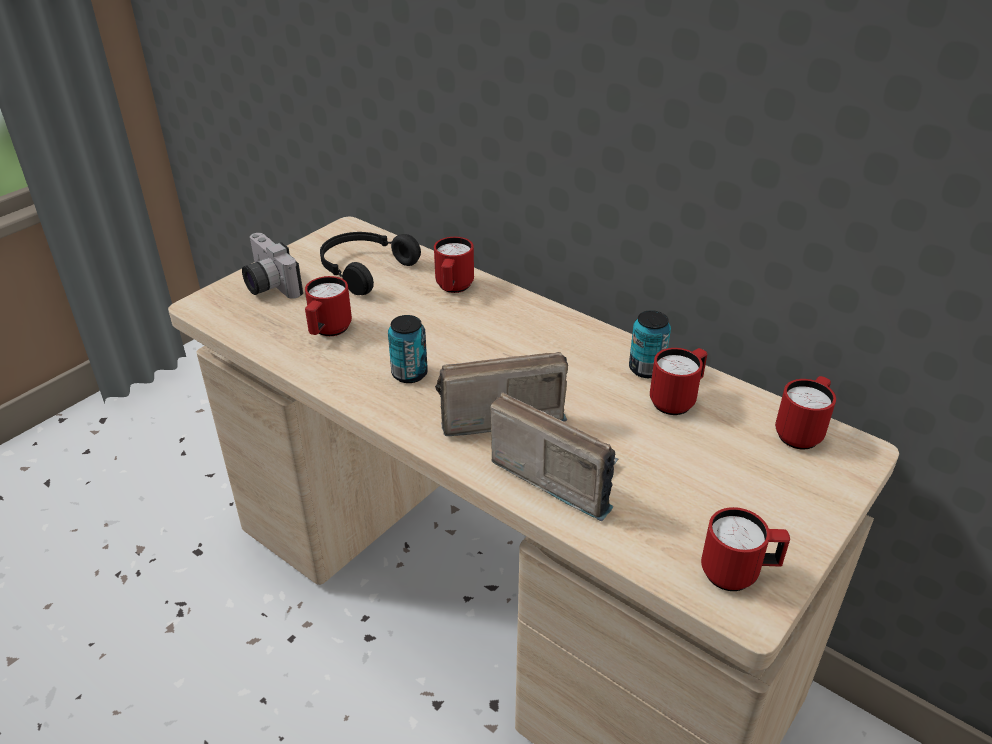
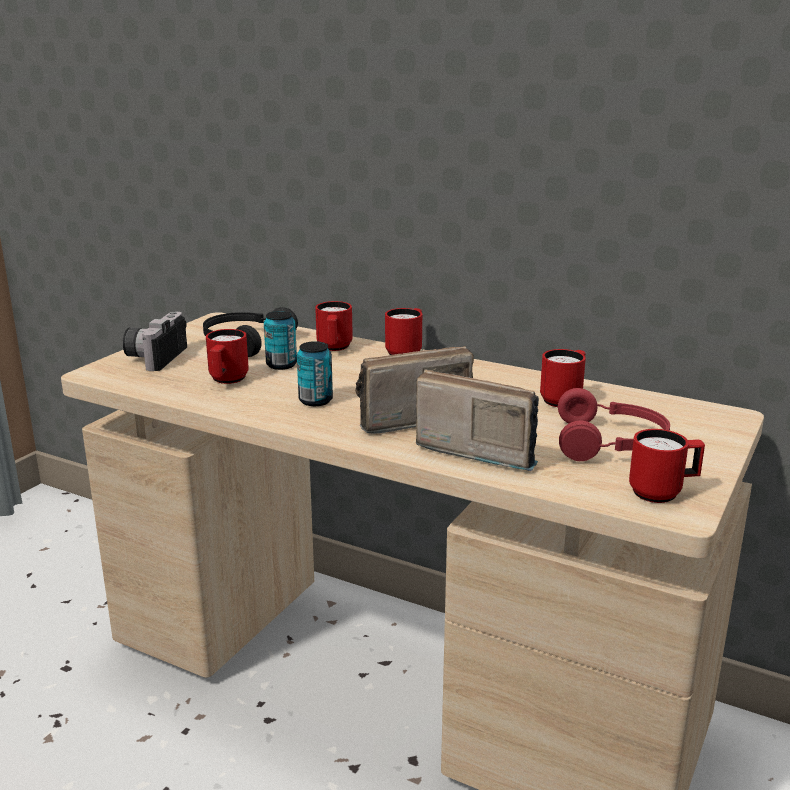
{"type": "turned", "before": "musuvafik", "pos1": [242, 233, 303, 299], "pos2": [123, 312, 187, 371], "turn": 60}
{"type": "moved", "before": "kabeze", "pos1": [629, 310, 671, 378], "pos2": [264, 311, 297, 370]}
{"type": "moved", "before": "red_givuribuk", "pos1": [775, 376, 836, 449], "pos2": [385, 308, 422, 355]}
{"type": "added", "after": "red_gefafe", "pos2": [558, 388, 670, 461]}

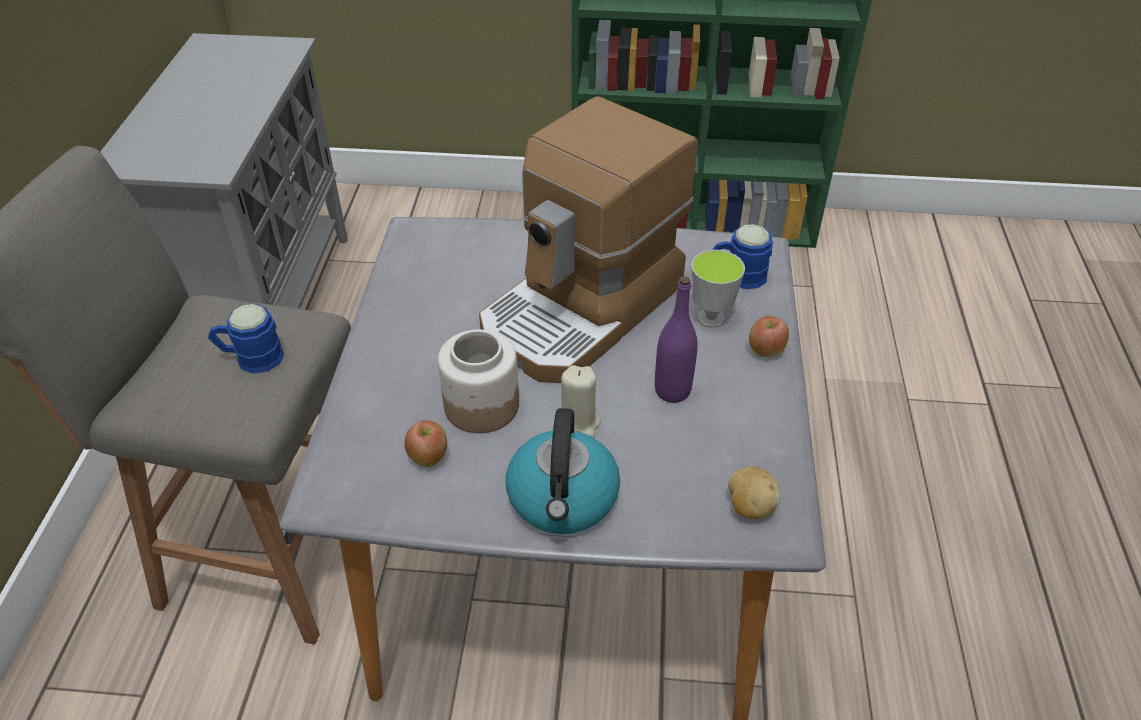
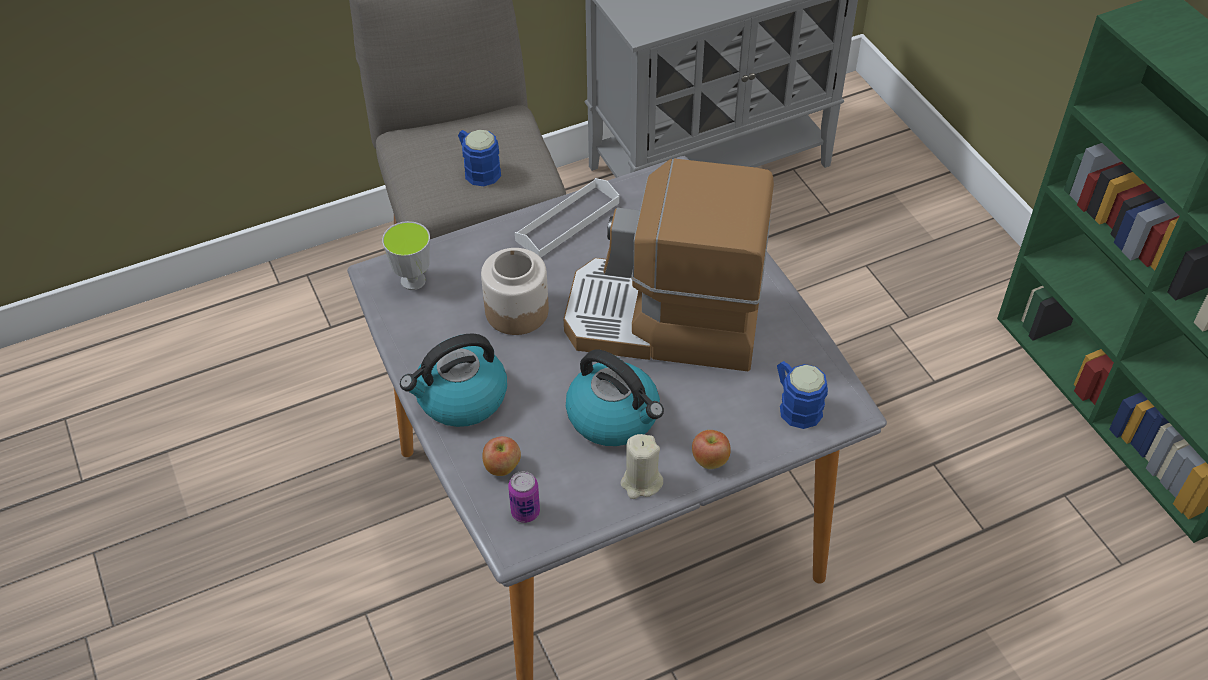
{"type": "moved", "before": "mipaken", "pos1": [691, 250, 745, 328], "pos2": [382, 221, 430, 290]}
{"type": "moved", "before": "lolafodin", "pos1": [405, 420, 447, 467], "pos2": [482, 436, 521, 476]}
{"type": "replaced", "before": "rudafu", "after": "kabeze", "pos1": [728, 467, 781, 519], "pos2": [508, 471, 540, 523]}
{"type": "added", "after": "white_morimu", "pos2": [515, 178, 619, 257]}
{"type": "replaced", "before": "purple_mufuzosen", "after": "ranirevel", "pos1": [655, 276, 698, 403], "pos2": [566, 350, 664, 446]}
{"type": "moved", "before": "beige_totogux", "pos1": [561, 365, 600, 437], "pos2": [620, 434, 663, 499]}

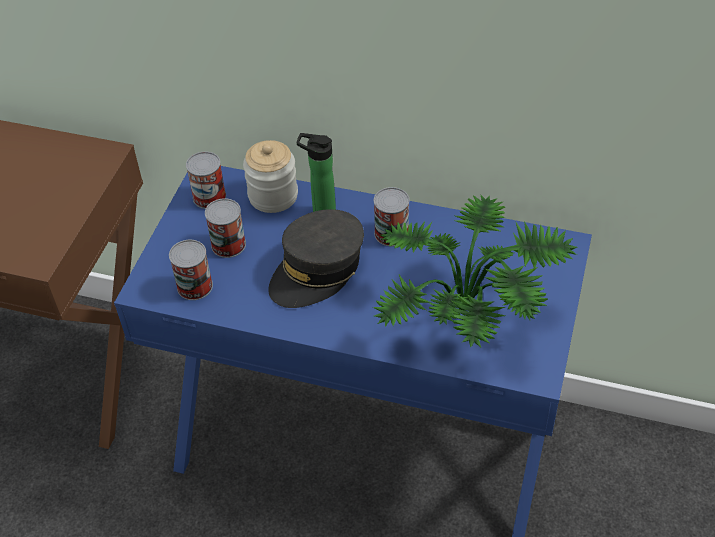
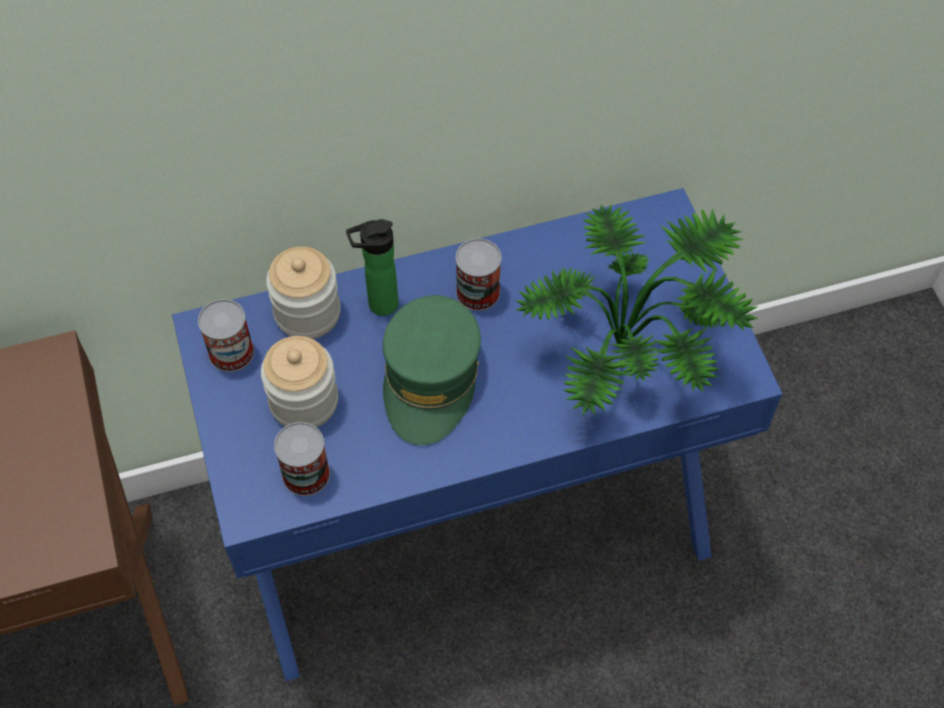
{"type": "replaced", "before": "kabeze", "after": "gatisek", "pos1": [205, 198, 246, 258], "pos2": [261, 336, 338, 427]}
{"type": "recoloured", "before": "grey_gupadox", "after": "green_gupadox", "pos1": [268, 209, 364, 308], "pos2": [383, 295, 481, 445]}

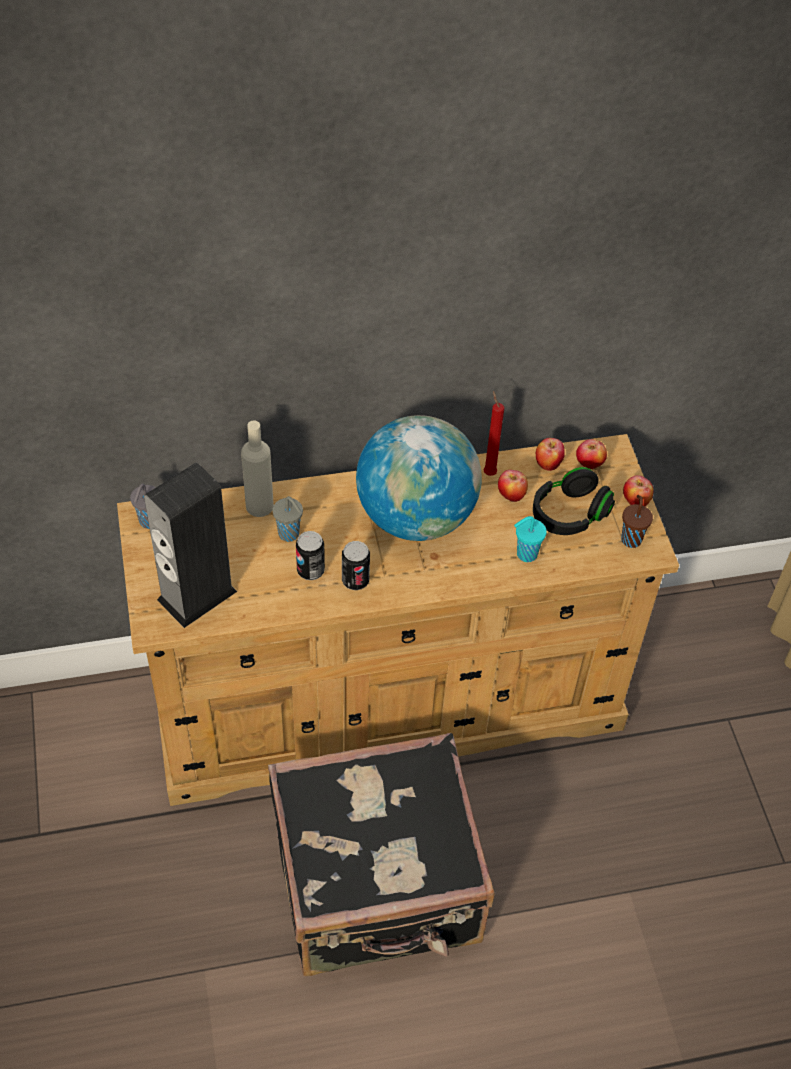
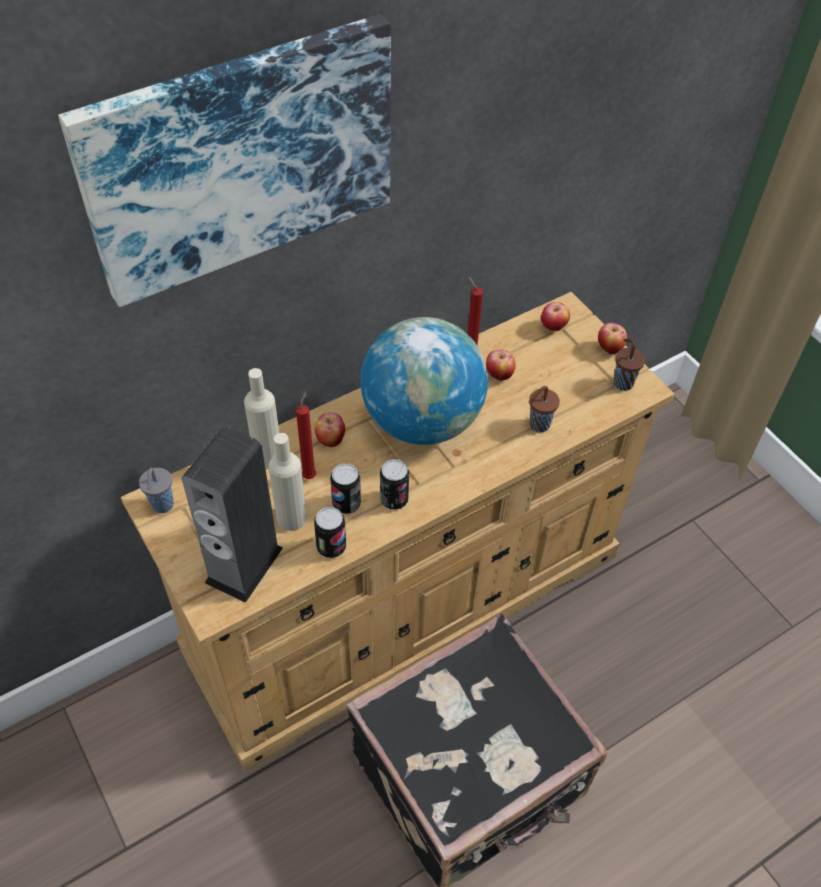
{"type": "added", "after": "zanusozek", "pos2": [58, 14, 391, 307]}
{"type": "added", "after": "beige_mufuzosen", "pos2": [269, 433, 307, 531]}
{"type": "replaced", "before": "grey_mipaken", "after": "red_totogux", "pos1": [272, 496, 303, 542], "pos2": [296, 391, 316, 479]}
{"type": "added", "after": "kabeze", "pos2": [314, 507, 346, 558]}
{"type": "moved", "before": "lolafodin", "pos1": [536, 438, 565, 471], "pos2": [315, 413, 345, 447]}
{"type": "recoloured", "before": "turquoise_mipaken", "after": "brown_mipaken", "pos1": [514, 516, 547, 562], "pos2": [529, 386, 560, 432]}
{"type": "removed", "before": "black_gefafe", "pos1": [533, 467, 615, 535]}

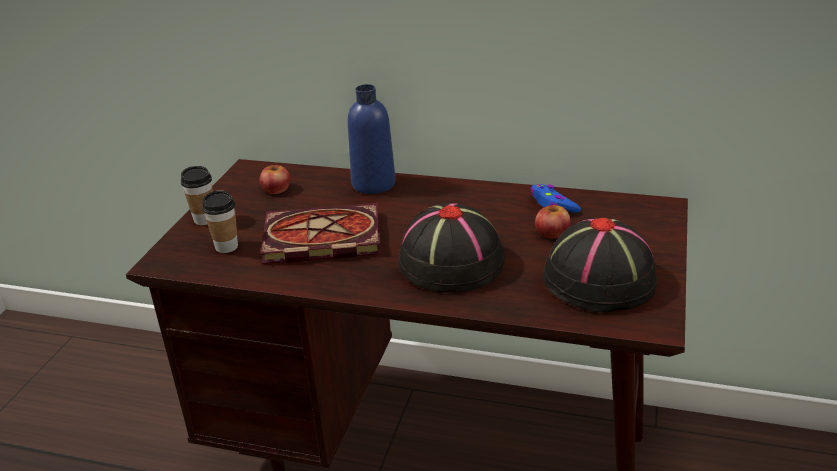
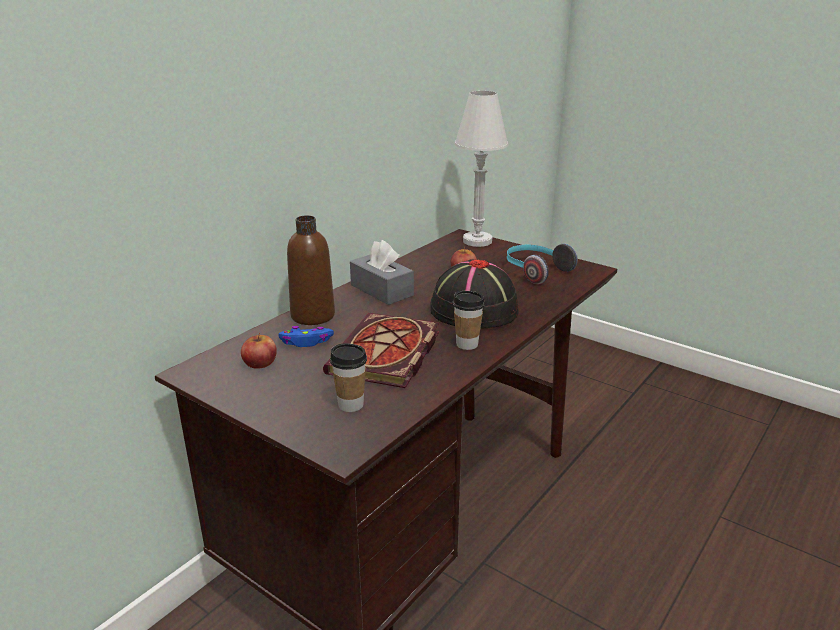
{"type": "moved", "before": "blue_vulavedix", "pos1": [530, 184, 581, 213], "pos2": [278, 326, 334, 347]}
{"type": "recoloured", "before": "blue_mufuzosen", "after": "brown_mufuzosen", "pos1": [348, 84, 396, 194], "pos2": [287, 215, 335, 325]}
{"type": "added", "after": "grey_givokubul", "pos2": [350, 240, 414, 305]}
{"type": "moved", "before": "mipaken", "pos1": [181, 166, 213, 225], "pos2": [453, 291, 485, 350]}
{"type": "added", "after": "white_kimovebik", "pos2": [455, 91, 508, 247]}
{"type": "replaced", "before": "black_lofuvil", "after": "gefafe", "pos1": [542, 217, 657, 312], "pos2": [507, 244, 578, 284]}

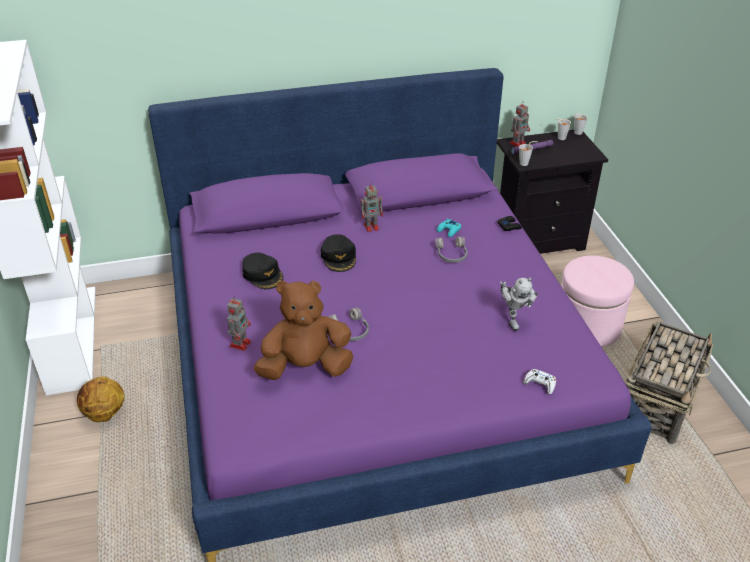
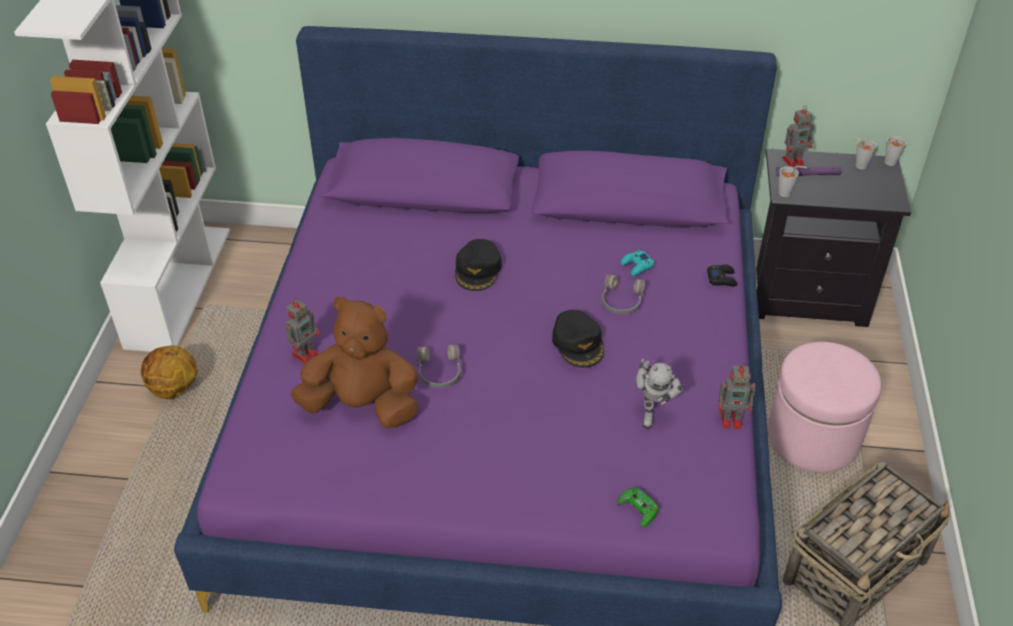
{"type": "moved", "before": "black_gupadox", "pos1": [242, 252, 283, 289], "pos2": [552, 310, 604, 368]}
{"type": "recoloured", "before": "white_vulavedix", "after": "green_vulavedix", "pos1": [523, 369, 556, 394], "pos2": [617, 487, 659, 527]}
{"type": "moved", "before": "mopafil", "pos1": [361, 182, 383, 232], "pos2": [719, 363, 756, 429]}

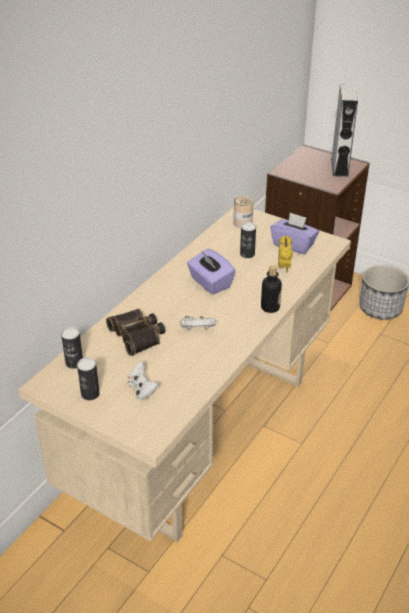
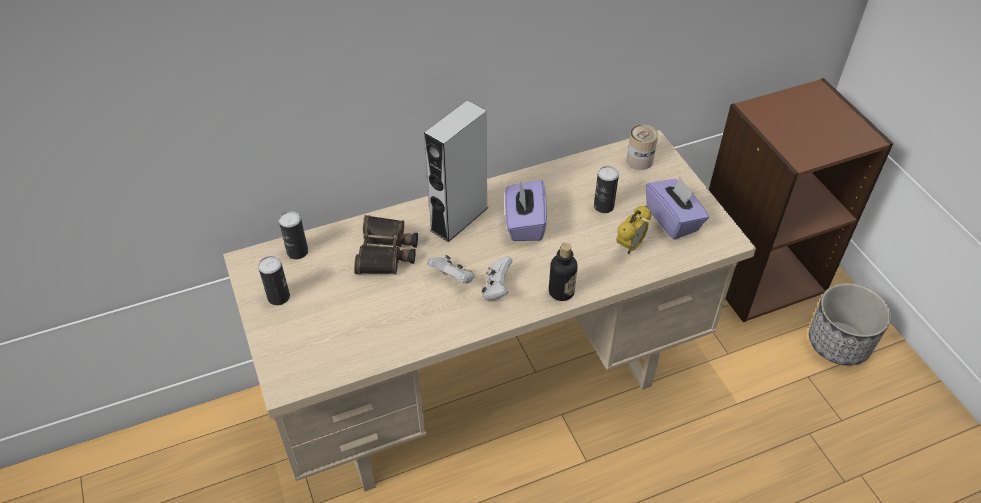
{"type": "moved", "before": "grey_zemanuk", "pos1": [331, 85, 358, 177], "pos2": [424, 100, 488, 242]}
{"type": "moved", "before": "white_vulavedix", "pos1": [127, 361, 159, 400], "pos2": [482, 256, 513, 300]}

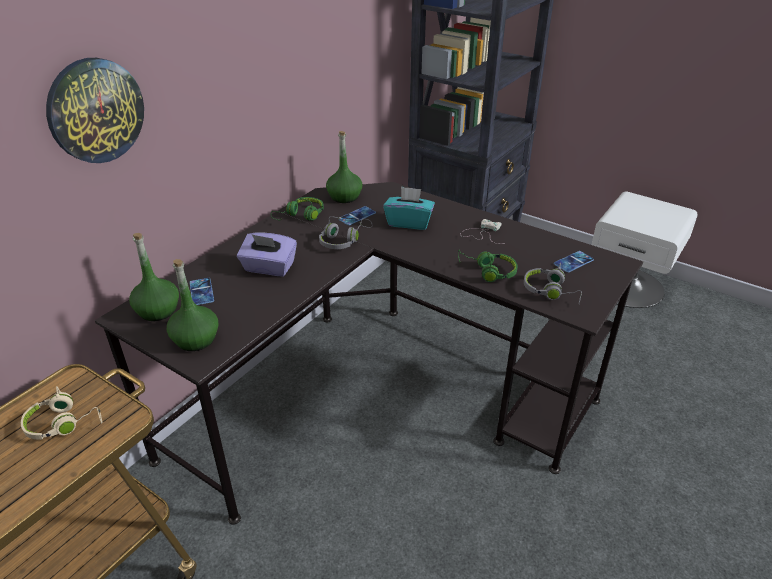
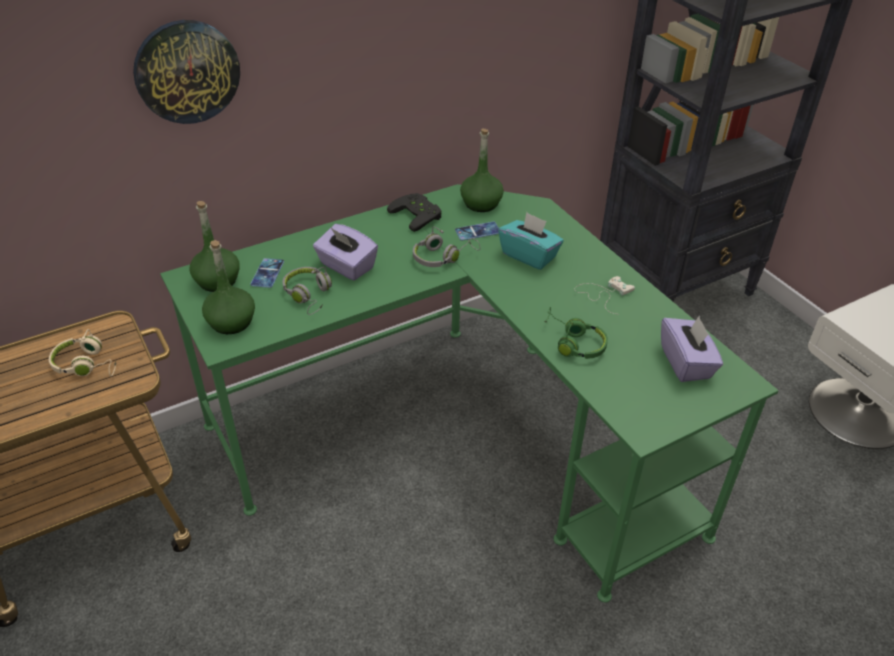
{"type": "recoloured", "before": "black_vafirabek", "after": "green_vafirabek", "pos1": [95, 182, 643, 525], "pos2": [160, 184, 779, 602]}
{"type": "moved", "before": "grey_gefafe", "pos1": [524, 262, 582, 304], "pos2": [283, 267, 332, 315]}
{"type": "replaced", "before": "green_gefafe", "after": "black_vulavedix", "pos1": [271, 197, 324, 221], "pos2": [387, 193, 441, 232]}
{"type": "replaced", "before": "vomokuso", "after": "purple_givokubul", "pos1": [554, 251, 594, 272], "pos2": [661, 316, 723, 382]}

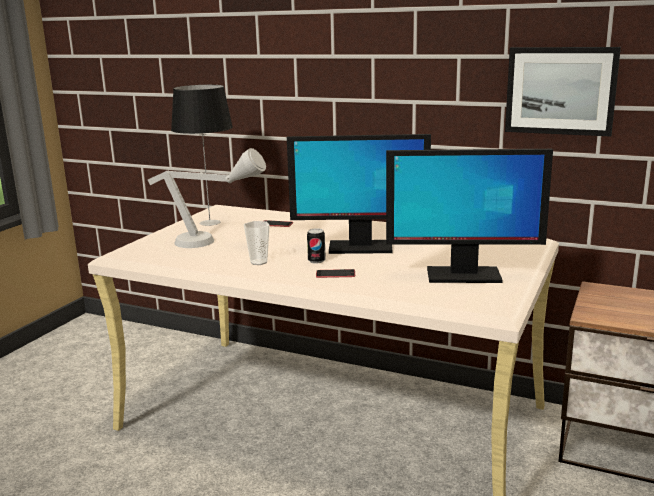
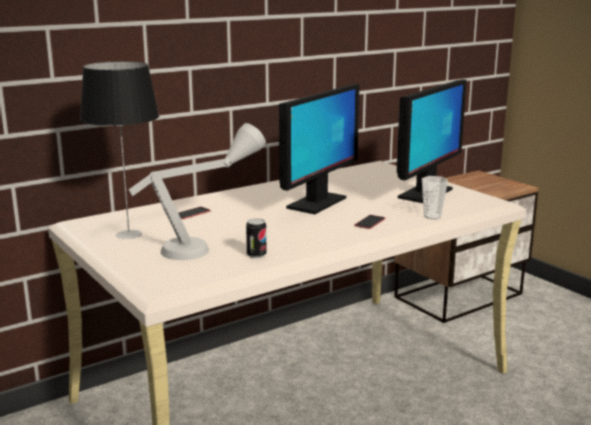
{"type": "moved", "before": "kabeze", "pos1": [307, 228, 326, 264], "pos2": [246, 218, 267, 258]}
{"type": "moved", "before": "mipaken", "pos1": [244, 221, 270, 265], "pos2": [422, 176, 448, 219]}
{"type": "removed", "before": "zanusozek", "pos1": [505, 47, 621, 136]}

